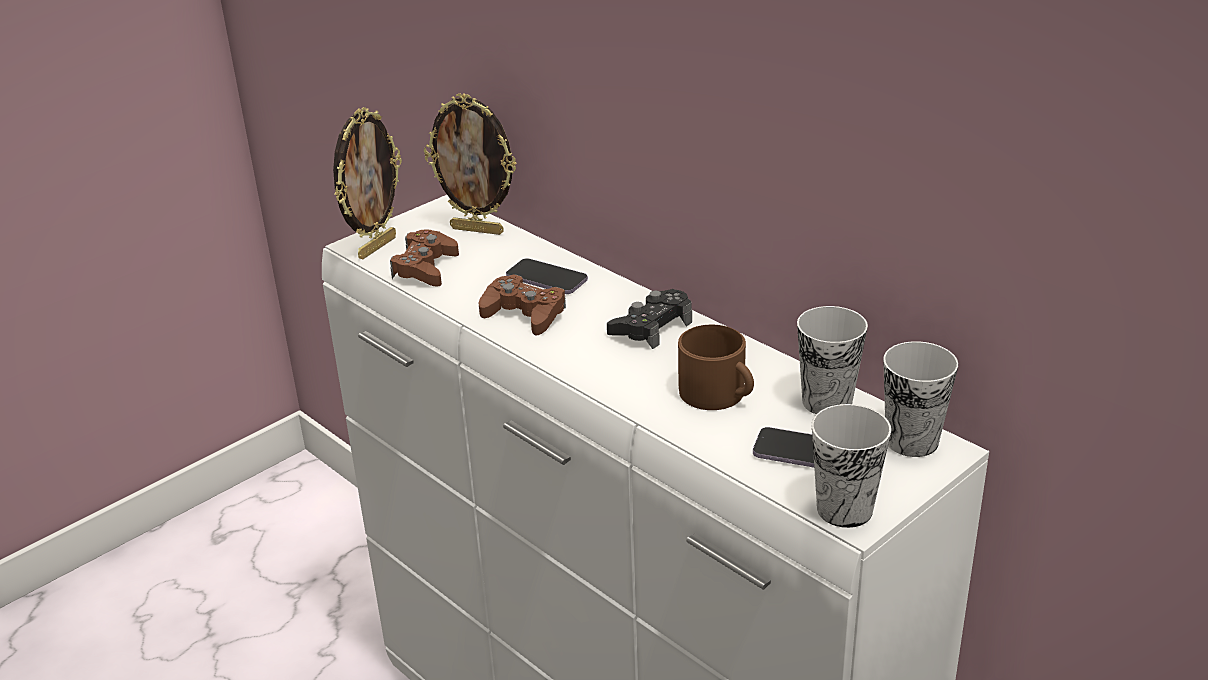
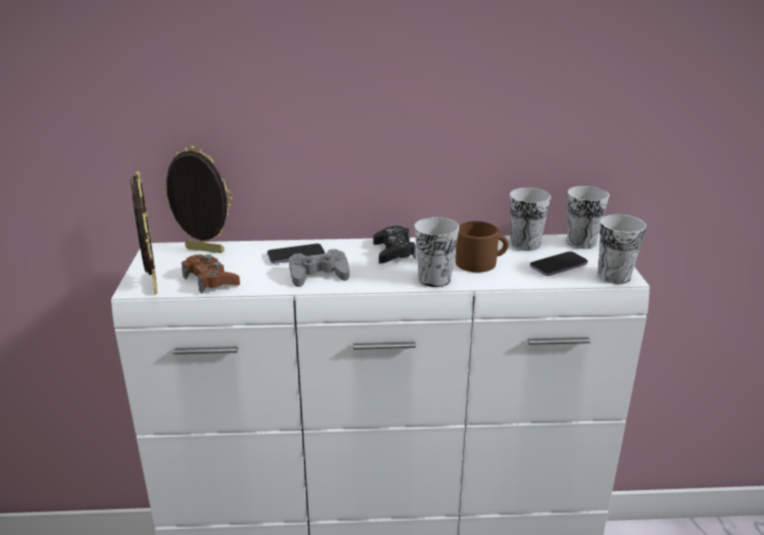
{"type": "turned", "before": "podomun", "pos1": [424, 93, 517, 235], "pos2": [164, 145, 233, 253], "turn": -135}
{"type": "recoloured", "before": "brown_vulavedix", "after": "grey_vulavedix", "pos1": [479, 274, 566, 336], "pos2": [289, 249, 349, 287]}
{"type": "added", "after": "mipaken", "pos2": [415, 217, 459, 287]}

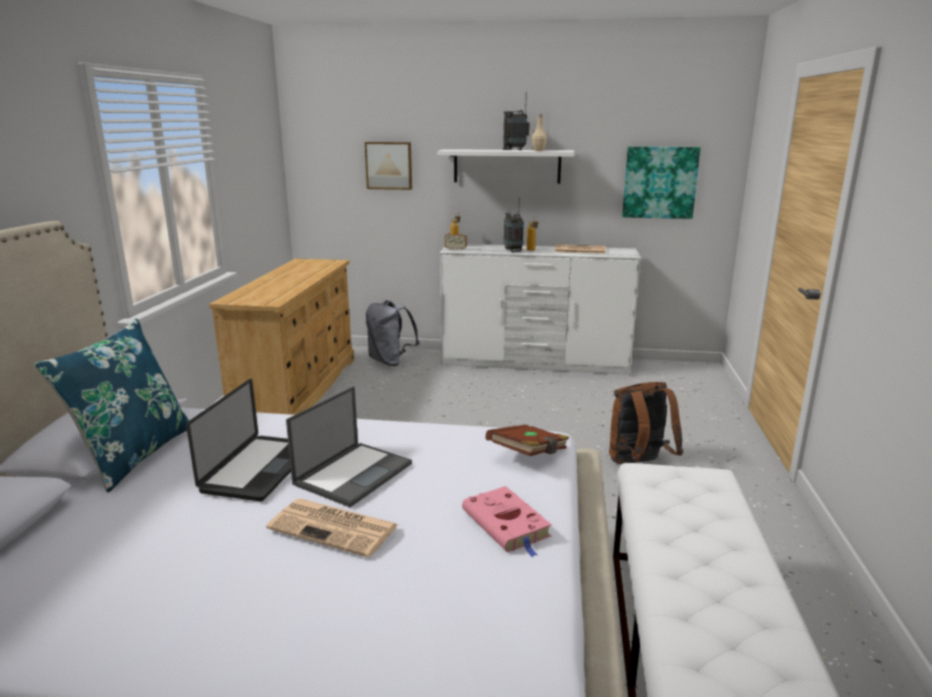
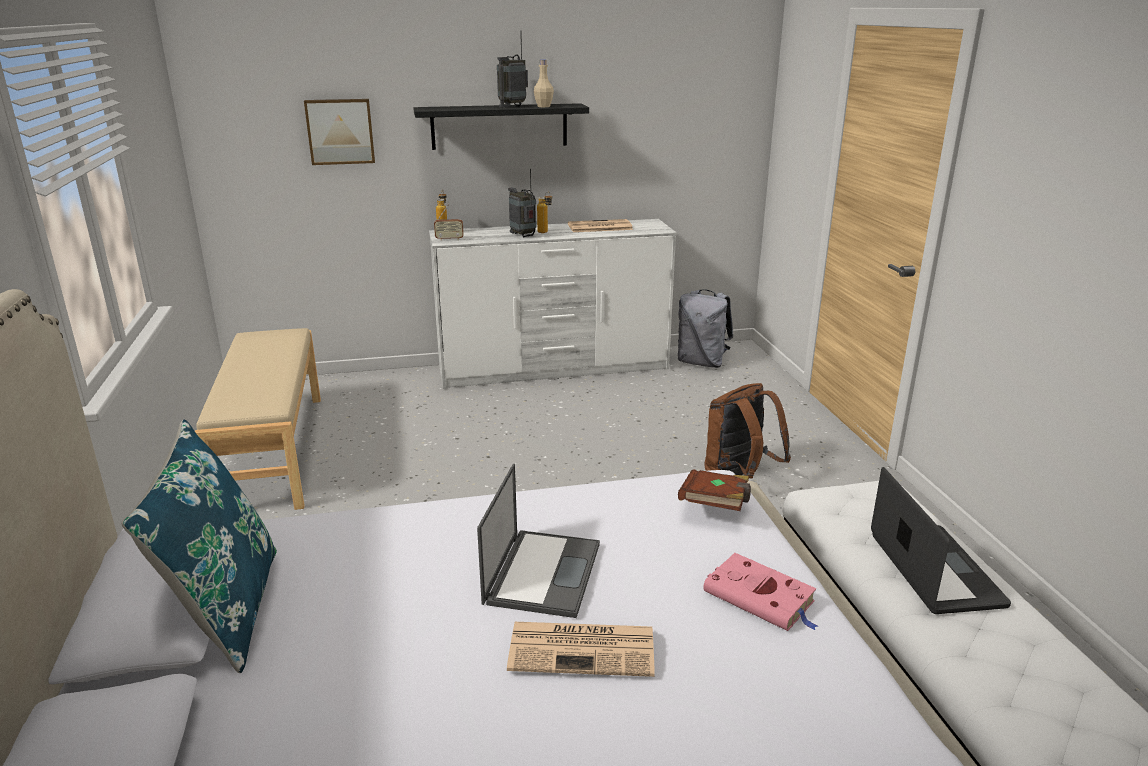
{"type": "replaced", "before": "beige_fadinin", "after": "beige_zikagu", "pos1": [209, 258, 354, 415], "pos2": [195, 328, 321, 510]}
{"type": "recoloured", "before": "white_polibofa", "after": "black_polibofa", "pos1": [438, 149, 574, 184], "pos2": [414, 103, 589, 150]}
{"type": "moved", "before": "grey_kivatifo", "pos1": [366, 301, 419, 366], "pos2": [678, 289, 733, 368]}
{"type": "moved", "before": "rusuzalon", "pos1": [186, 379, 291, 501], "pos2": [871, 467, 1011, 614]}
{"type": "removed", "before": "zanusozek", "pos1": [622, 146, 701, 219]}

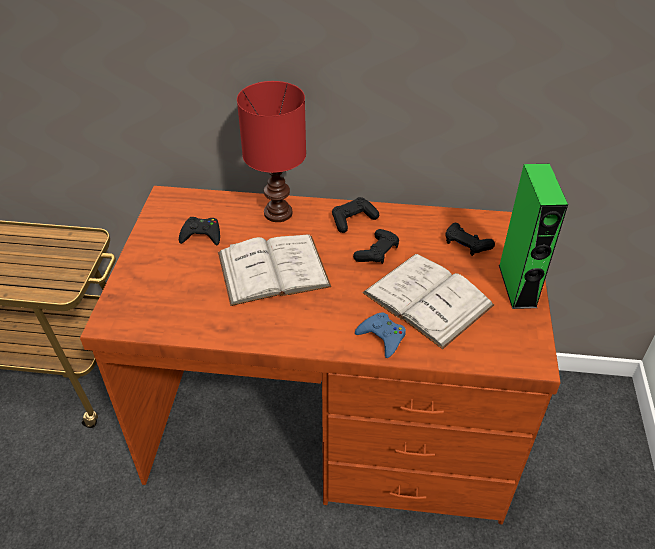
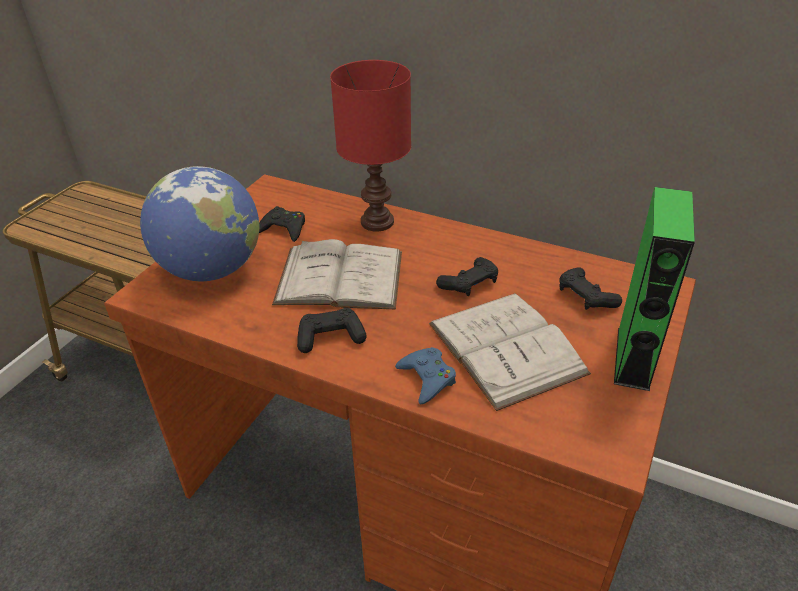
{"type": "added", "after": "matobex", "pos2": [140, 166, 260, 281]}
{"type": "moved", "before": "black_vulavedix", "pos1": [332, 197, 379, 233], "pos2": [297, 308, 367, 353]}

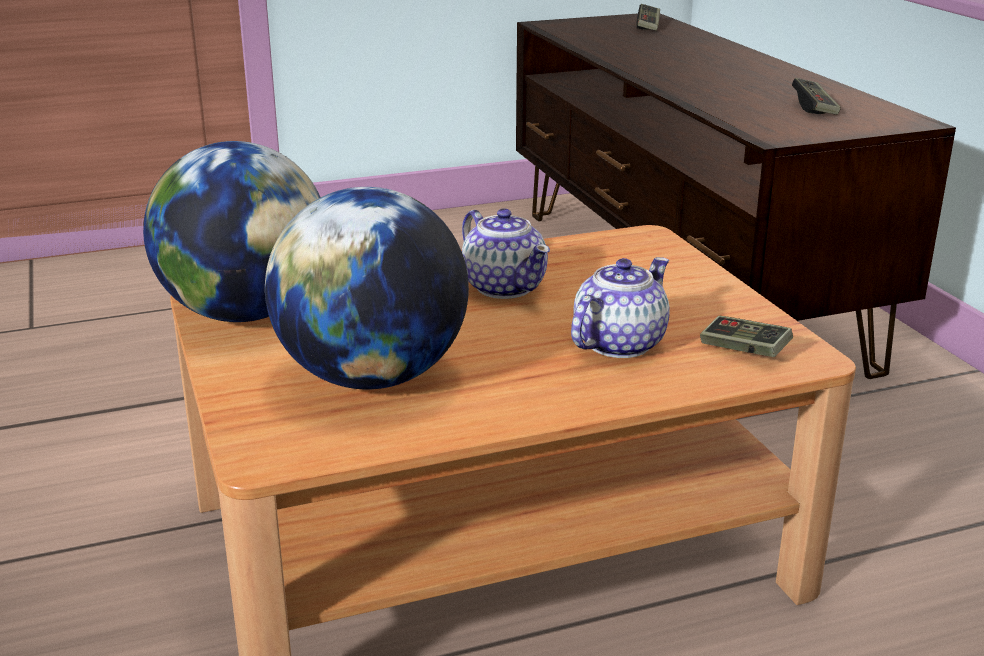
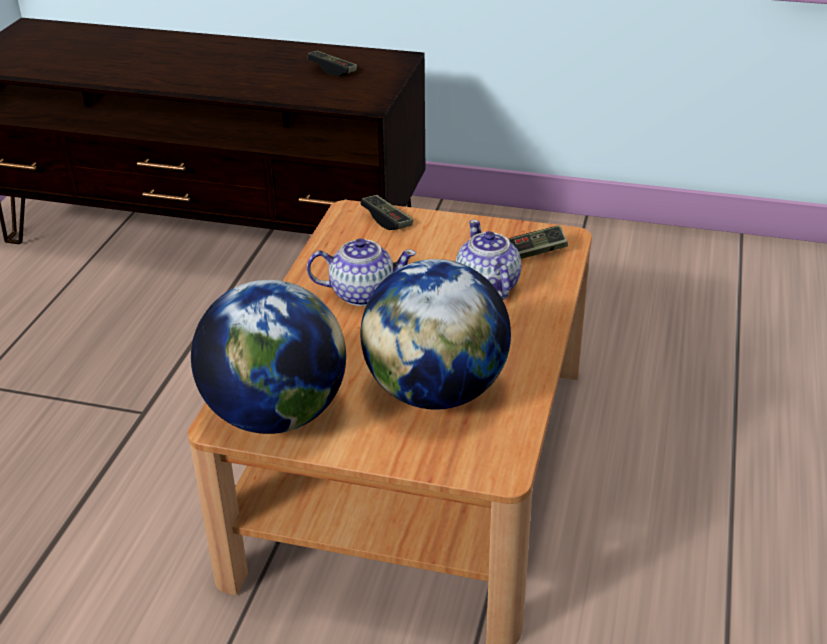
{"type": "moved", "before": "vulavedix", "pos1": [636, 4, 660, 31], "pos2": [360, 195, 414, 230]}

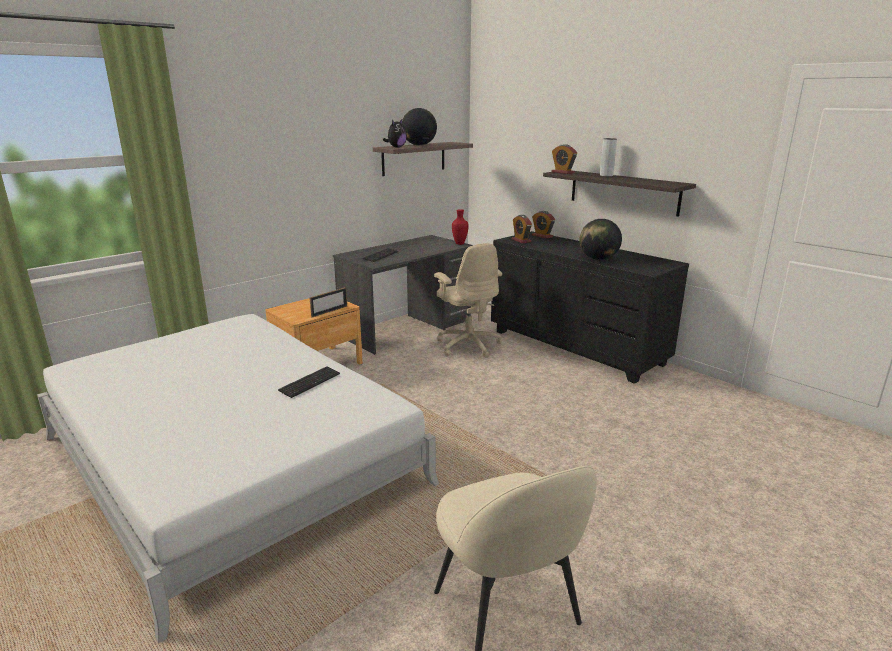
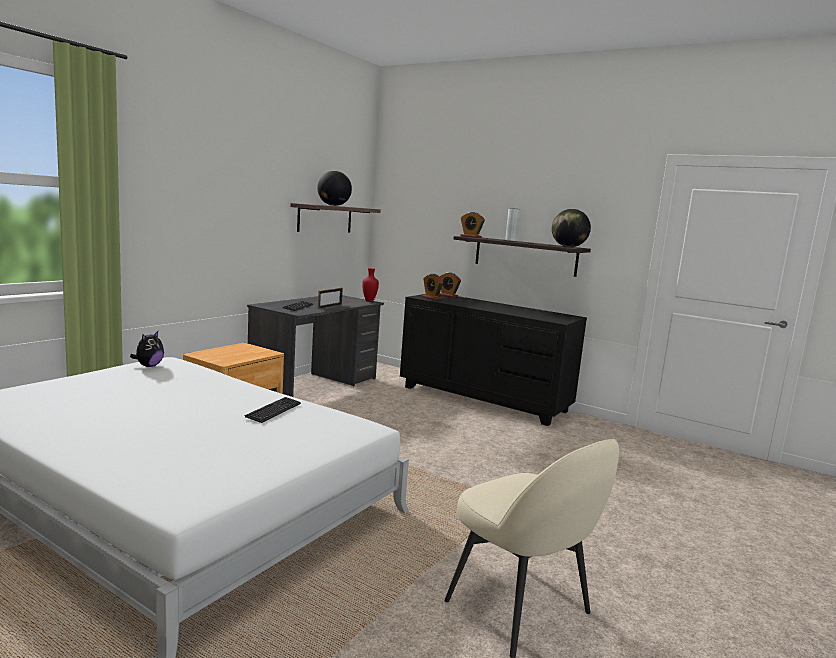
{"type": "moved", "before": "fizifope", "pos1": [383, 120, 407, 148], "pos2": [130, 331, 164, 367]}
{"type": "moved", "before": "podomun", "pos1": [310, 287, 347, 318], "pos2": [318, 288, 343, 309]}
{"type": "moved", "before": "matobex", "pos1": [579, 219, 622, 260], "pos2": [552, 209, 591, 247]}
{"type": "removed", "before": "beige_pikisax", "pos1": [434, 243, 502, 358]}

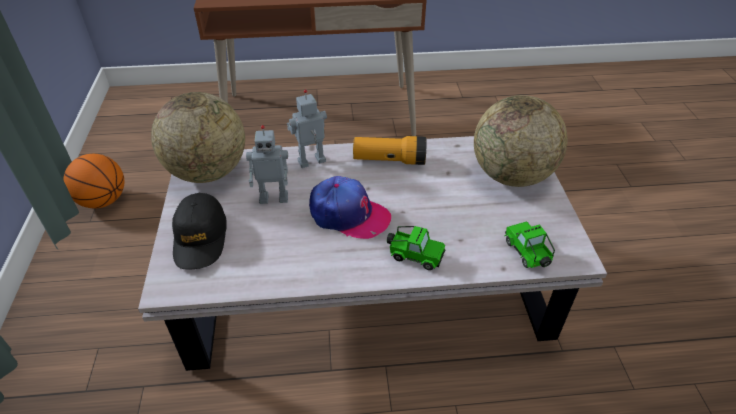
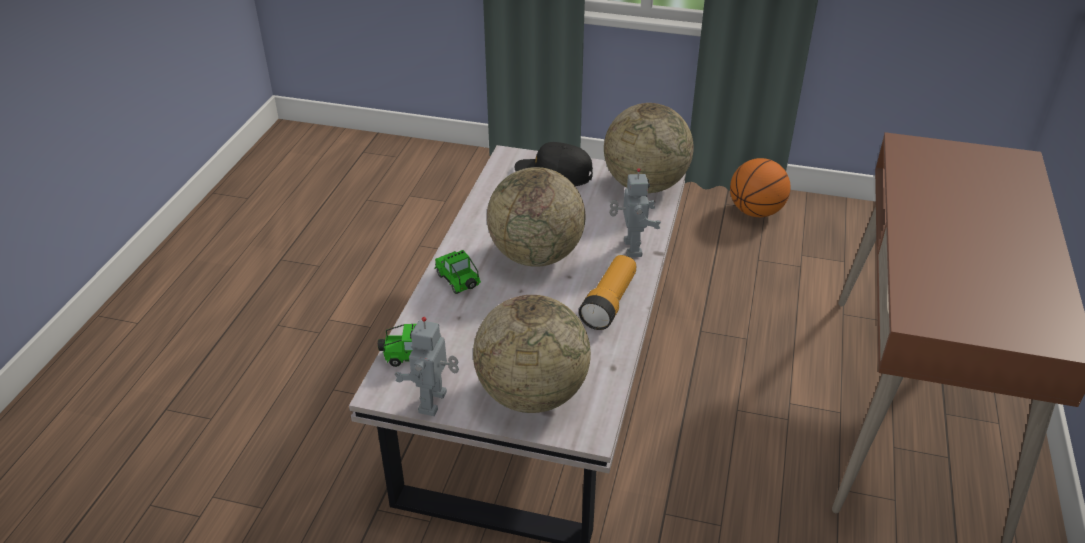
{"type": "moved", "before": "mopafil", "pos1": [246, 125, 288, 204], "pos2": [395, 317, 459, 416]}
{"type": "turned", "before": "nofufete", "pos1": [387, 226, 445, 270], "pos2": [434, 250, 481, 294], "turn": 105}
{"type": "replaced", "before": "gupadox", "after": "matobex", "pos1": [309, 176, 391, 239], "pos2": [487, 167, 585, 266]}

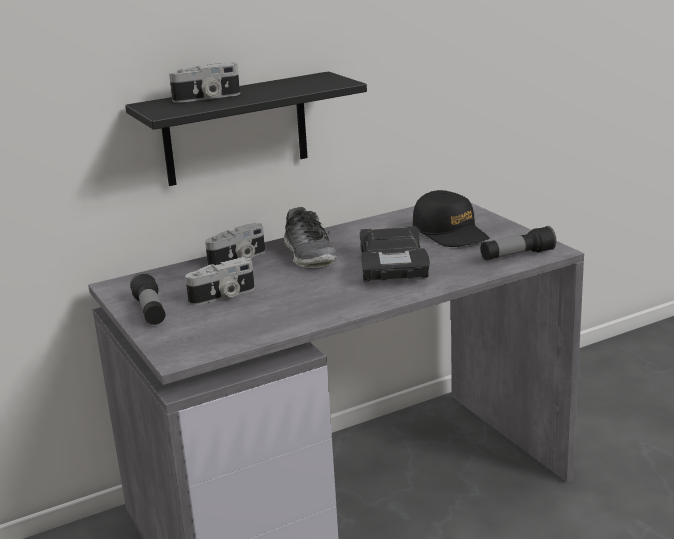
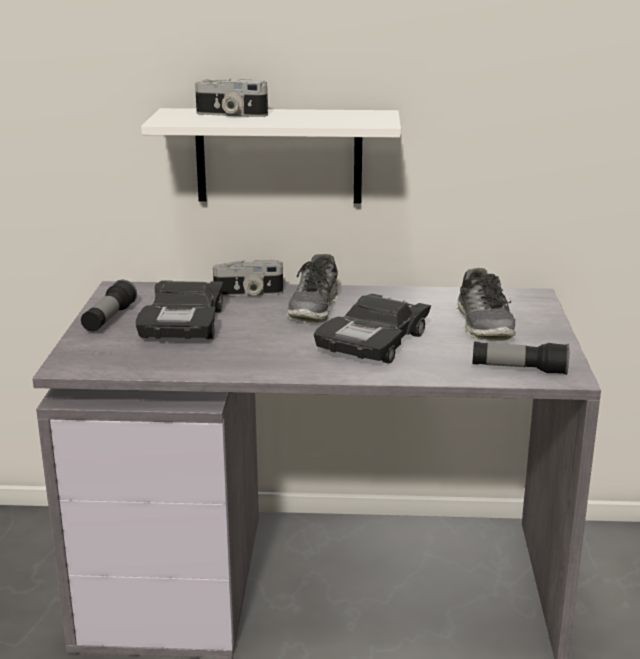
{"type": "replaced", "before": "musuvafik", "after": "black_nofufete", "pos1": [185, 257, 255, 305], "pos2": [136, 280, 223, 339]}
{"type": "recoloured", "before": "black_polibofa", "after": "white_polibofa", "pos1": [125, 71, 367, 186], "pos2": [141, 108, 401, 204]}
{"type": "replaced", "before": "black_gupadox", "after": "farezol", "pos1": [412, 190, 489, 247], "pos2": [456, 268, 516, 341]}

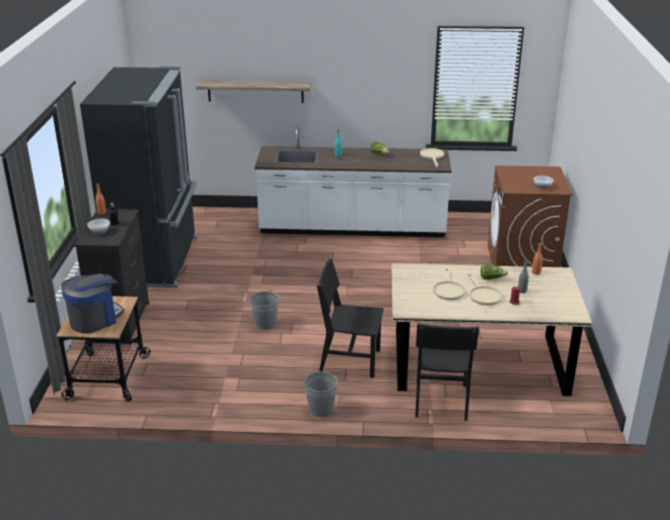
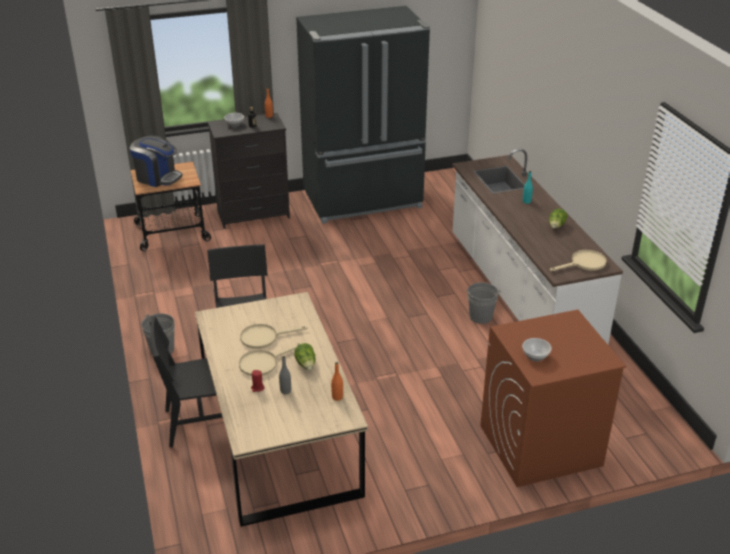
{"type": "moved", "before": "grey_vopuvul", "pos1": [250, 290, 279, 330], "pos2": [466, 282, 501, 324]}
{"type": "removed", "before": "polibofa", "pos1": [196, 80, 311, 103]}

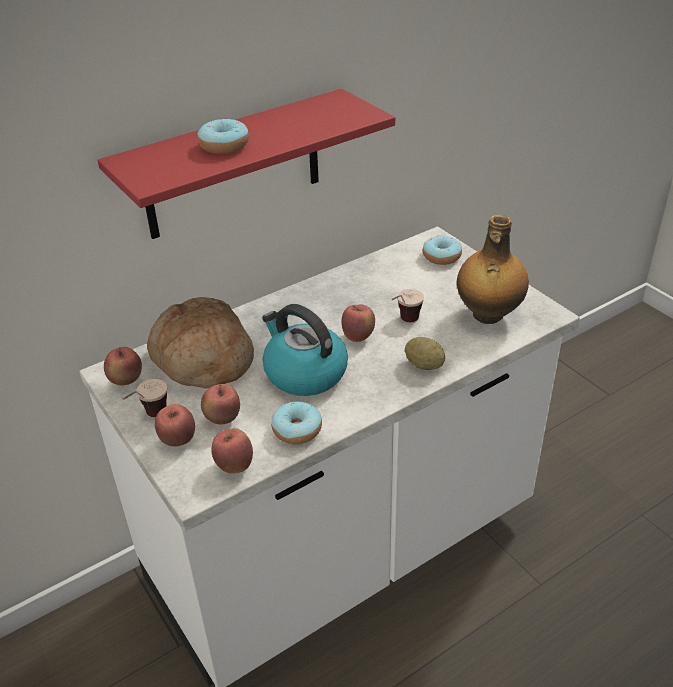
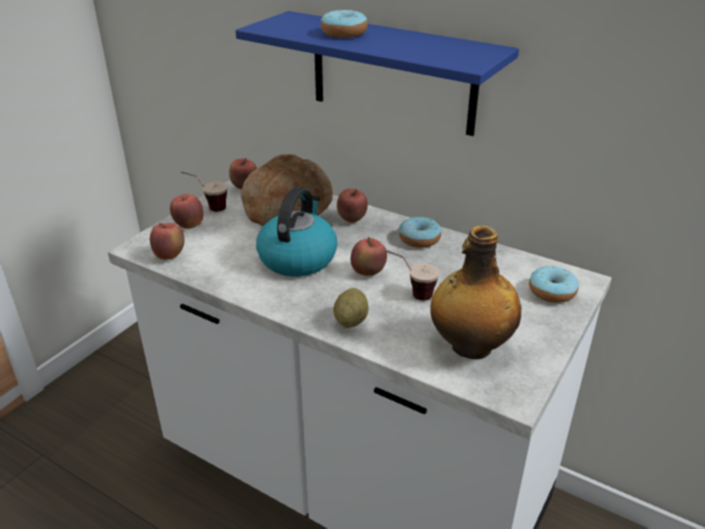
{"type": "recoloured", "before": "red_polibofa", "after": "blue_polibofa", "pos1": [97, 89, 395, 239], "pos2": [236, 11, 519, 136]}
{"type": "moved", "before": "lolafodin", "pos1": [201, 384, 240, 424], "pos2": [337, 189, 368, 223]}
{"type": "moved", "before": "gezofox", "pos1": [271, 401, 322, 444], "pos2": [399, 217, 441, 248]}

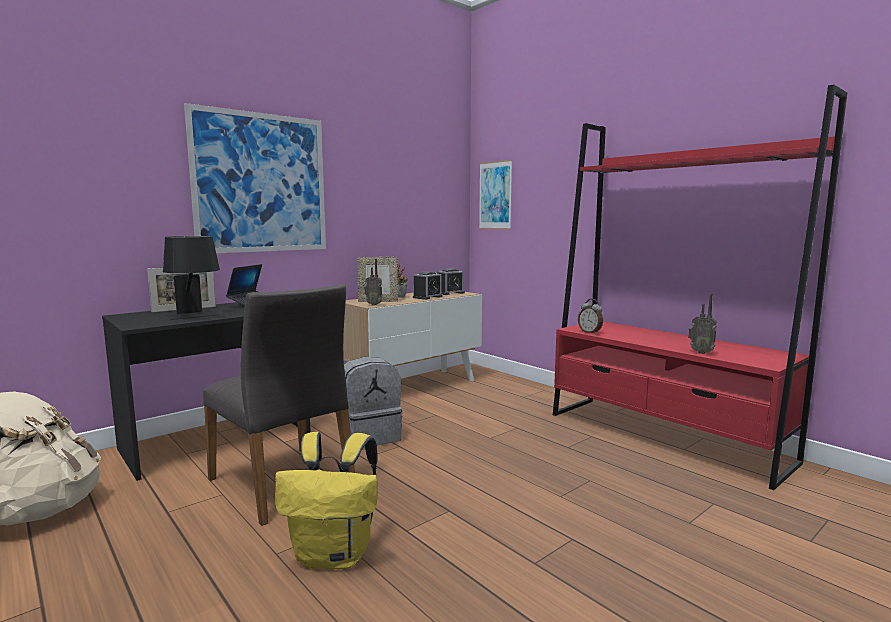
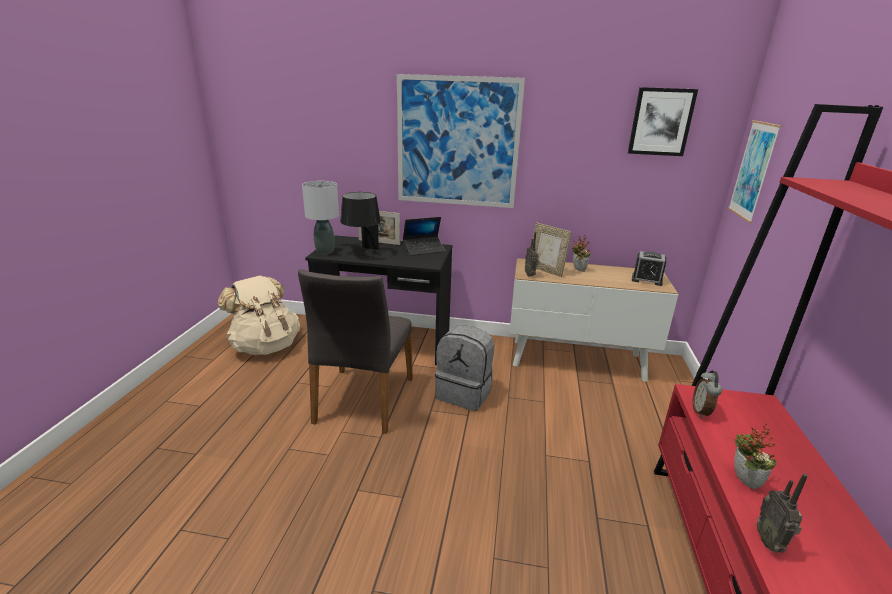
{"type": "added", "after": "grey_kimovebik", "pos2": [302, 181, 339, 254]}
{"type": "added", "after": "zanusozek", "pos2": [628, 87, 698, 156]}
{"type": "added", "after": "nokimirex", "pos2": [734, 422, 777, 490]}
{"type": "removed", "before": "yellow_kivatifo", "pos1": [275, 432, 378, 569]}
{"type": "removed", "before": "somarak", "pos1": [413, 271, 442, 300]}

